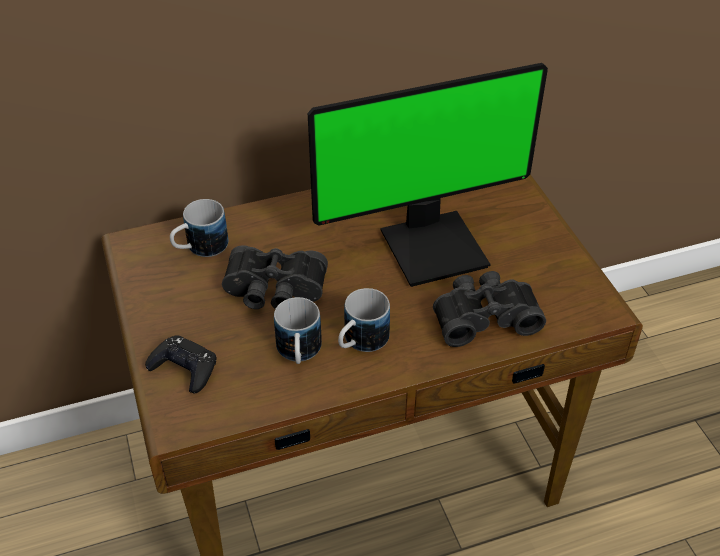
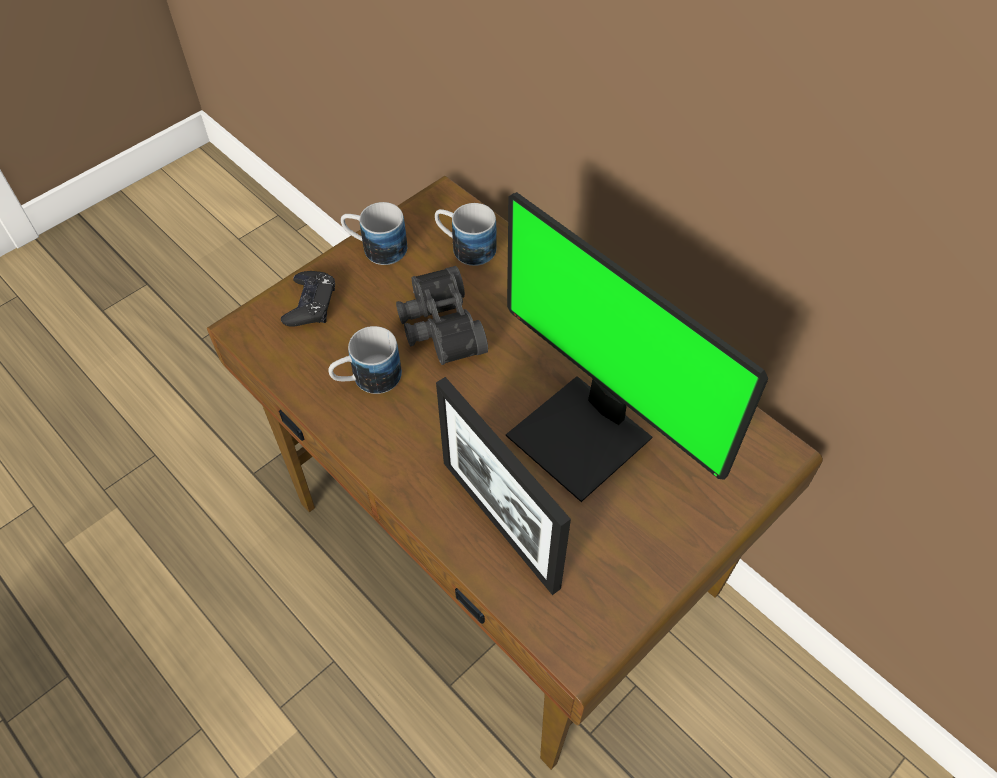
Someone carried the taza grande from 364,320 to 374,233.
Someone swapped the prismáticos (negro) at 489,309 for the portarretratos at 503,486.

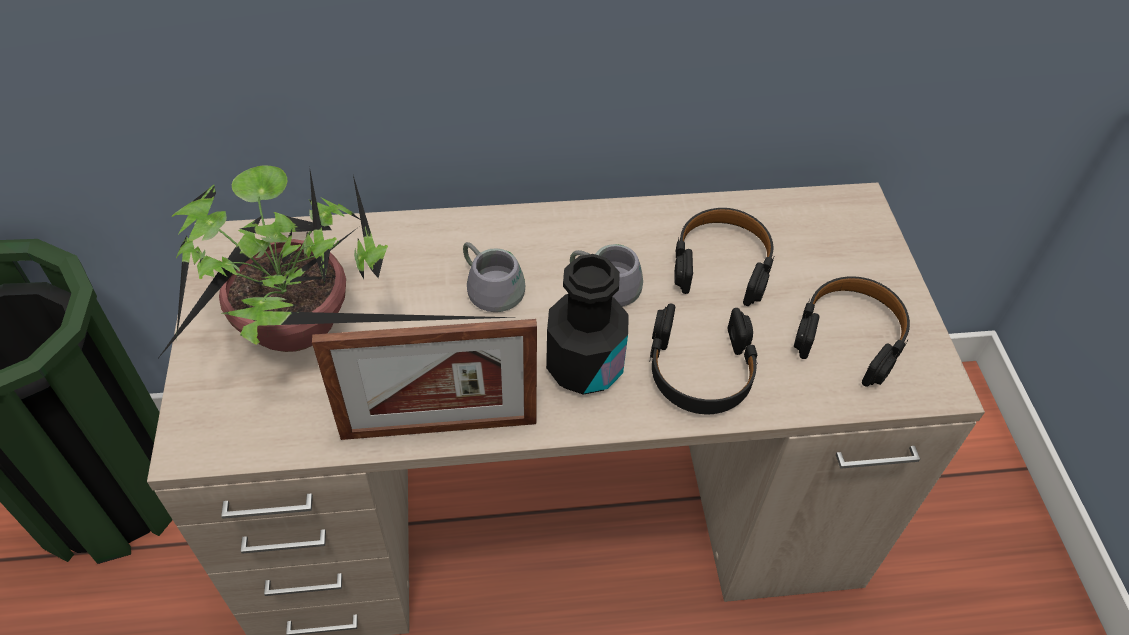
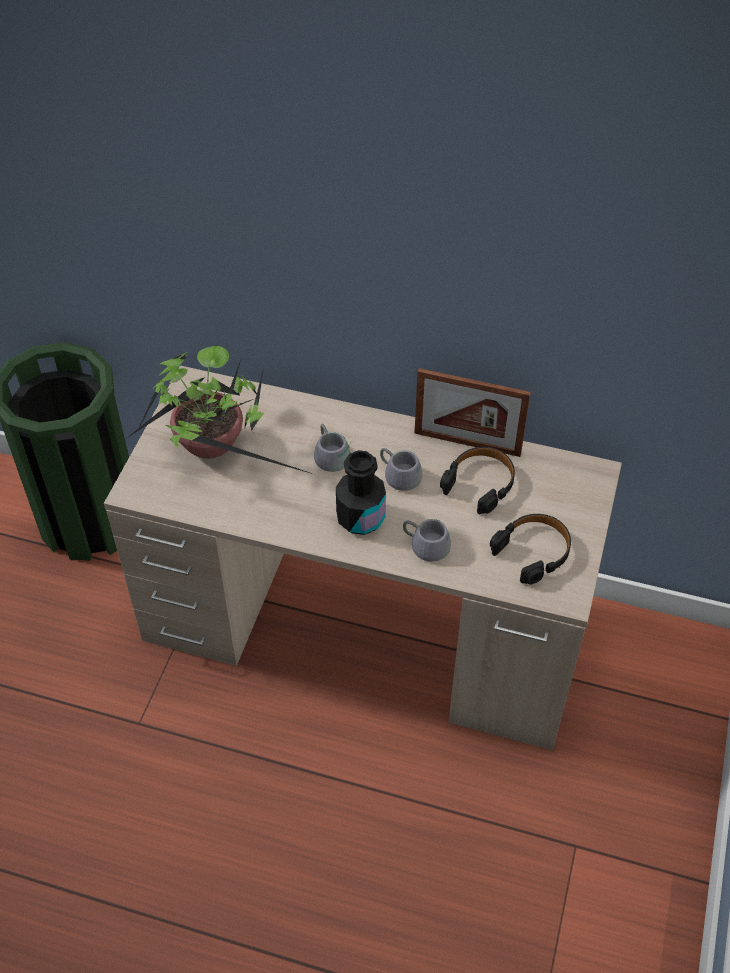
Someone carried the portarretratos from 424,379 to 473,412.
Someone swapped the auriculares (negro) at 703,358 for the taza grande (gris) at 427,540.

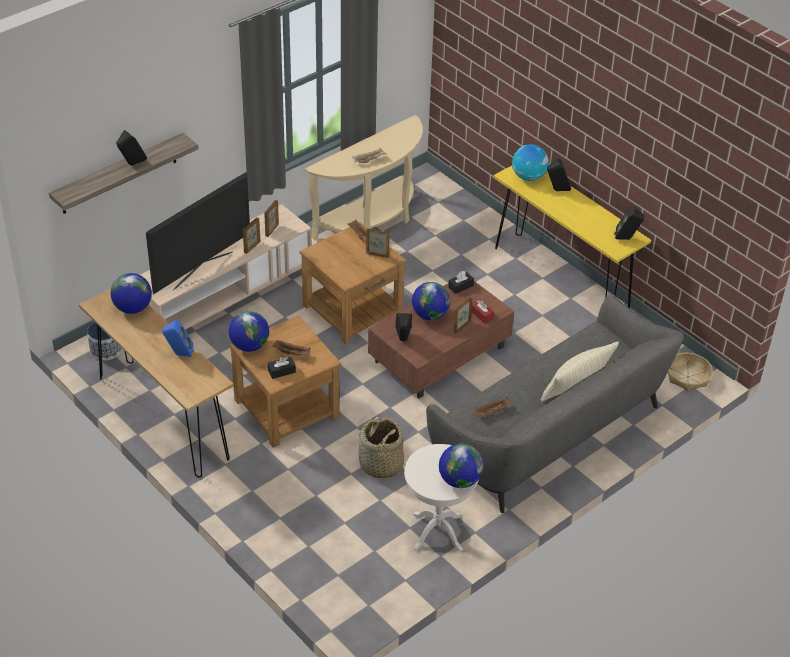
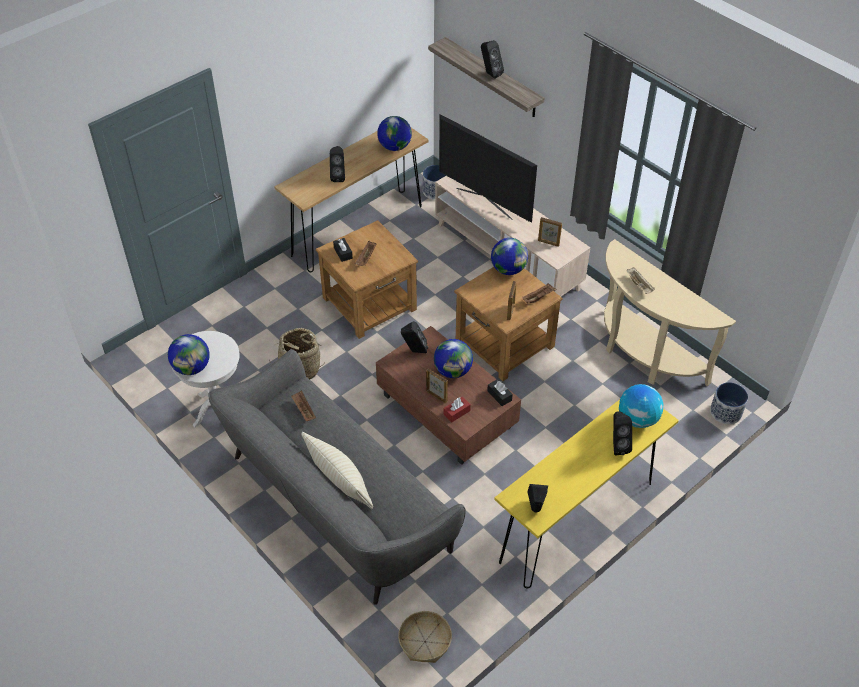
Someone repainted the altavoz (azul) at 178,338, which became the altavoz (negro) at 337,164.
Someone carried the globo terráqueo from 249,331 to 509,256.
Someone took away the portarretratos at 251,235.
Someone put down the maceta at 729,403.

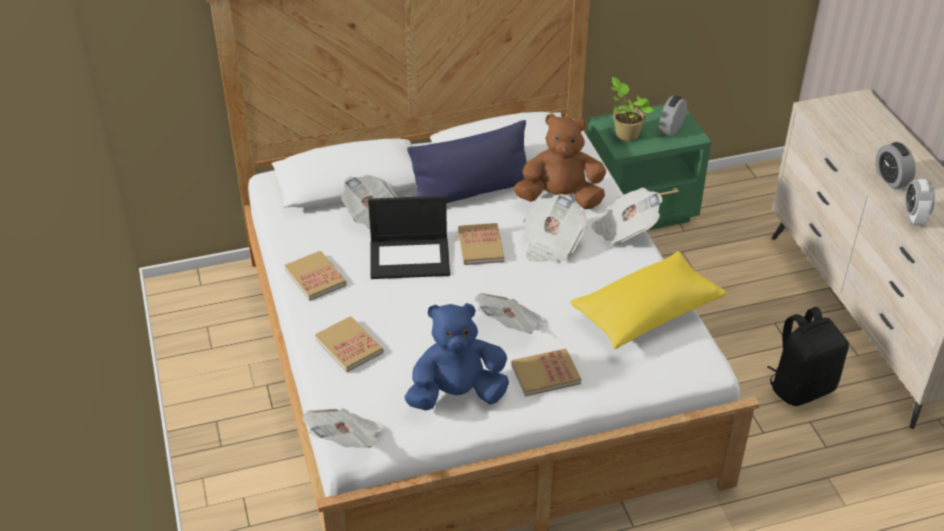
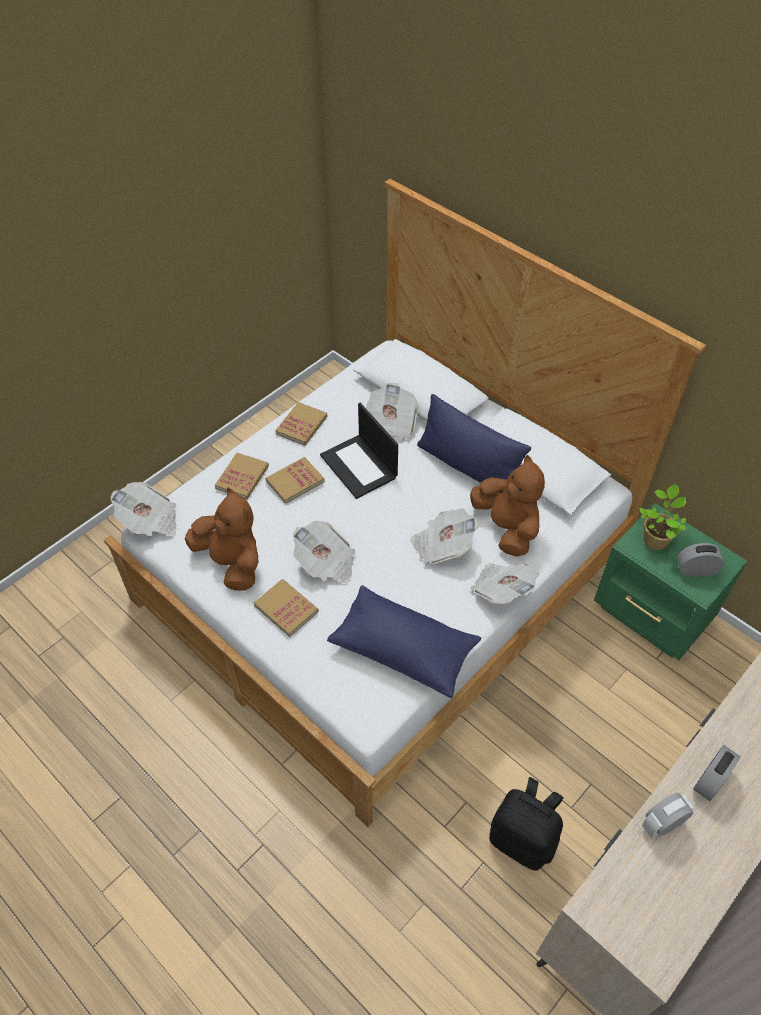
Someone repainted the peluche (azul) at 456,356, which became the peluche (marrón) at 221,539.
Someone carried the libro from 481,244 to 295,480.
Someone repainted the cojín (amarillo) at 648,300, which became the cojín (azul) at 404,641.

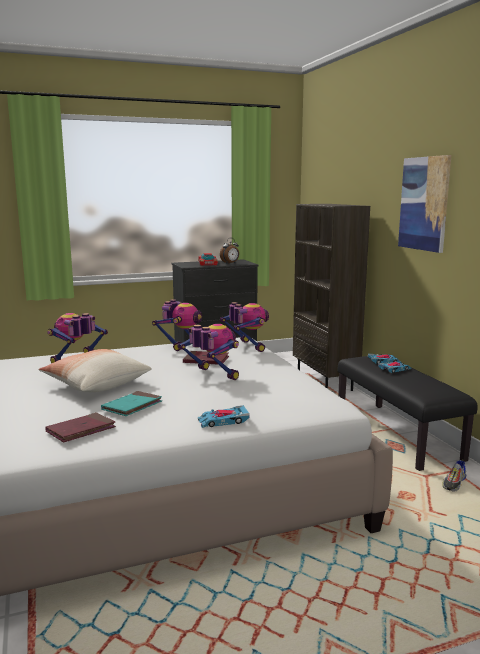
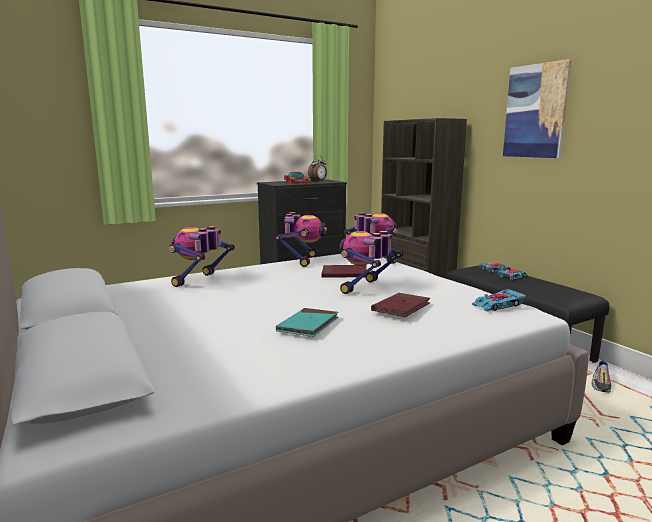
Someone took away the cojín at 95,370.
Someone carried the libro (rojo) from 80,427 to 400,305.
Someone rotated the robot de juguete at 208,352 by 90 degrees counterclockwise.
Someone carried the coche de juguete from 224,416 to 499,300.

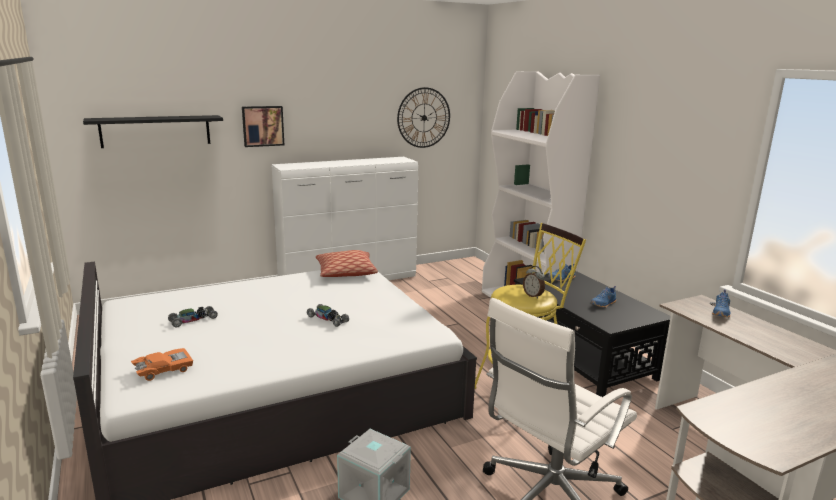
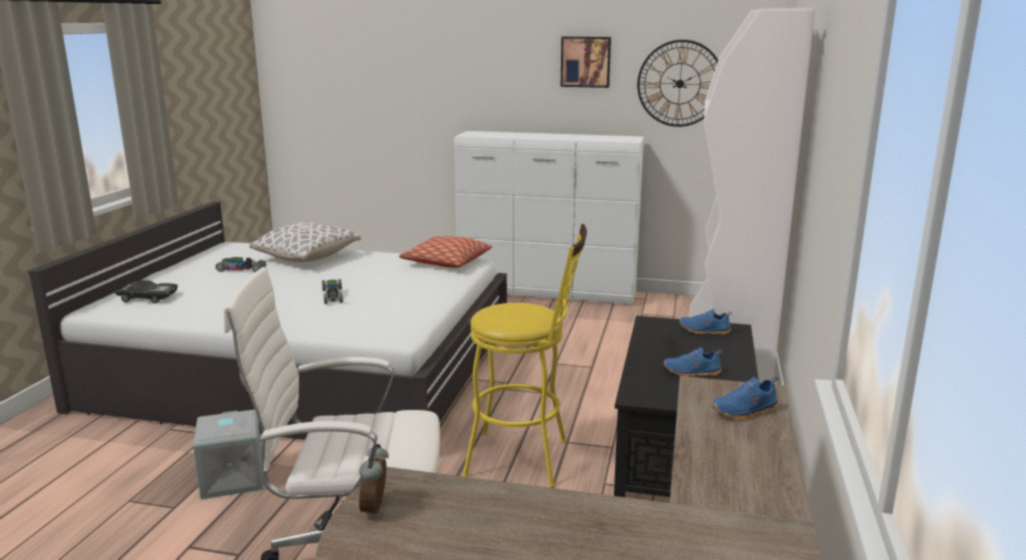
Someone took away the estante (negro) at 153,131.
Someone repainted the coche de juguete (naranja) at 162,364, which became the coche de juguete (negro) at 146,291.
Someone carried the cuadro from 263,126 to 586,62.
Someone carried the despertador from 534,282 to 374,481.
Someone put down the cojín at 305,242.

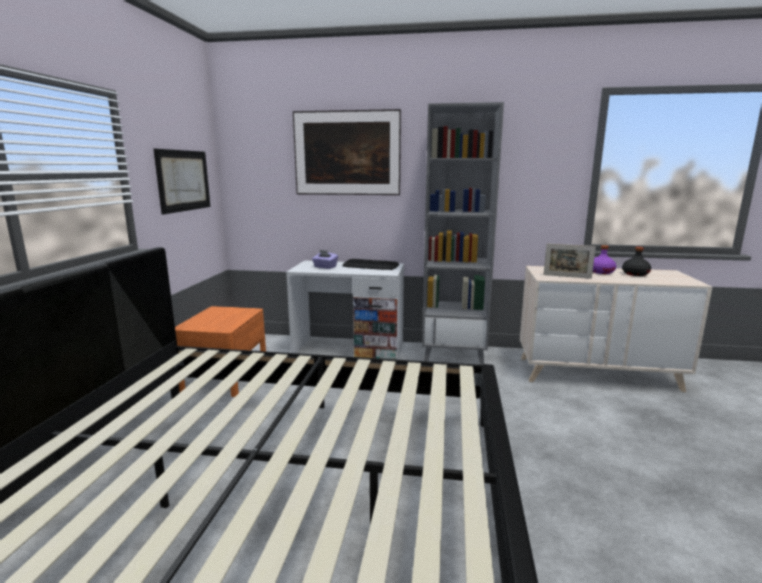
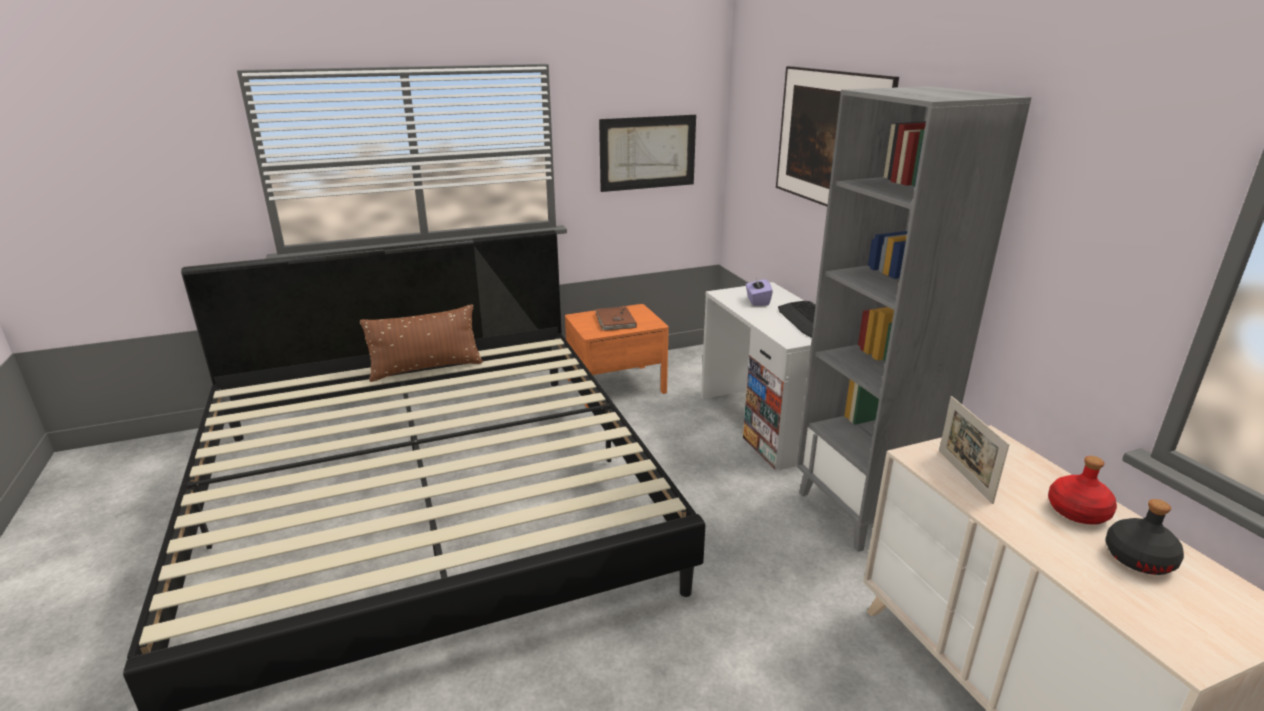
Someone repainted the botella (morado) at 604,259, which became the botella (rojo) at 1082,490.
Someone put down the cojín (marrón) at 421,343.
Someone put down the libro (marrón) at 616,318.

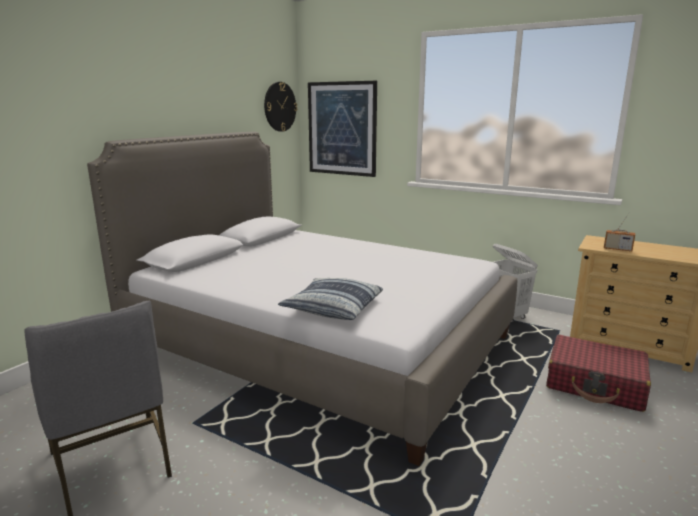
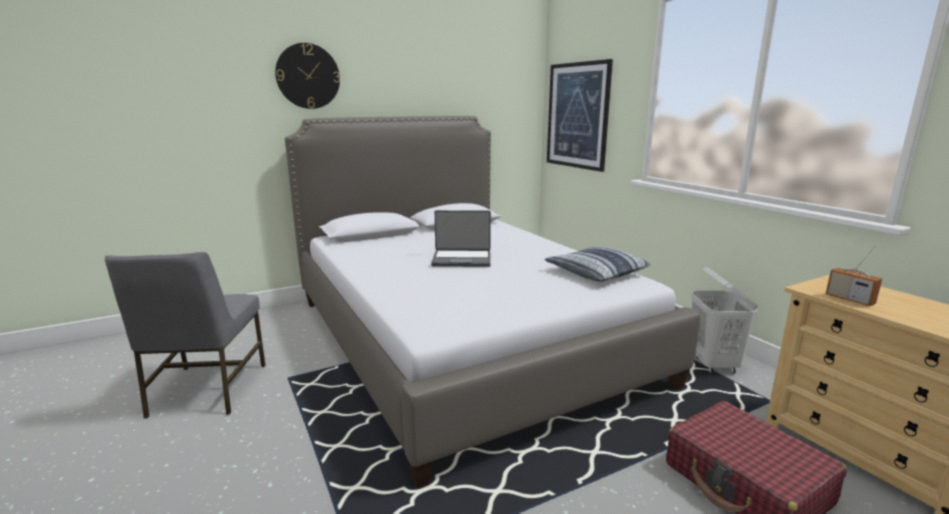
Someone carried the reloj de pared from 280,107 to 307,76.
Someone carried the cojín from 330,299 to 597,264.
Someone put down the portátil at 461,238.

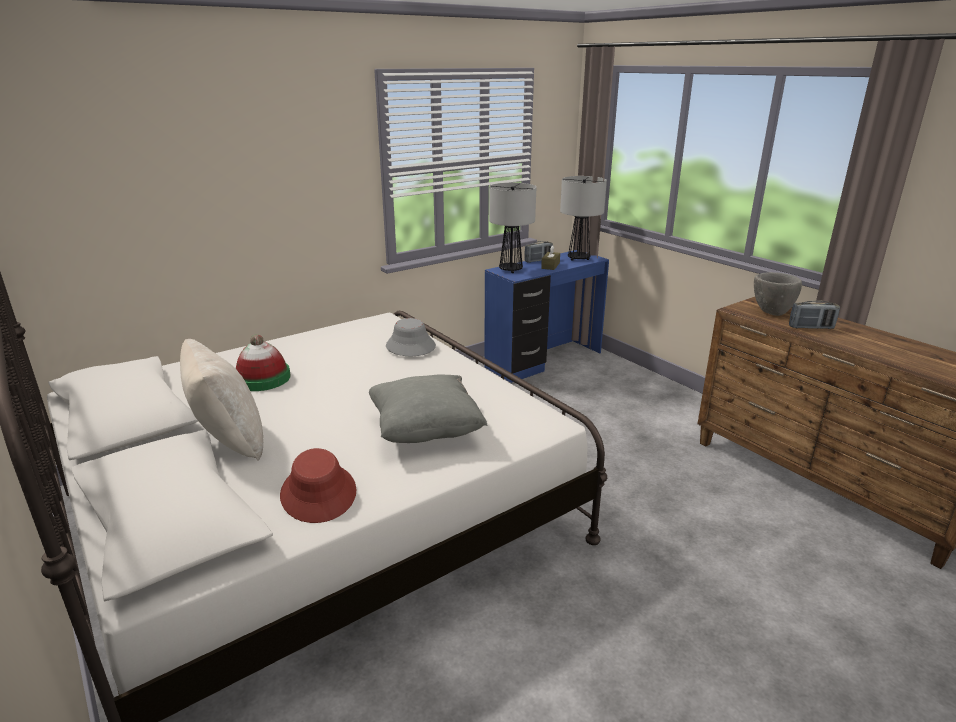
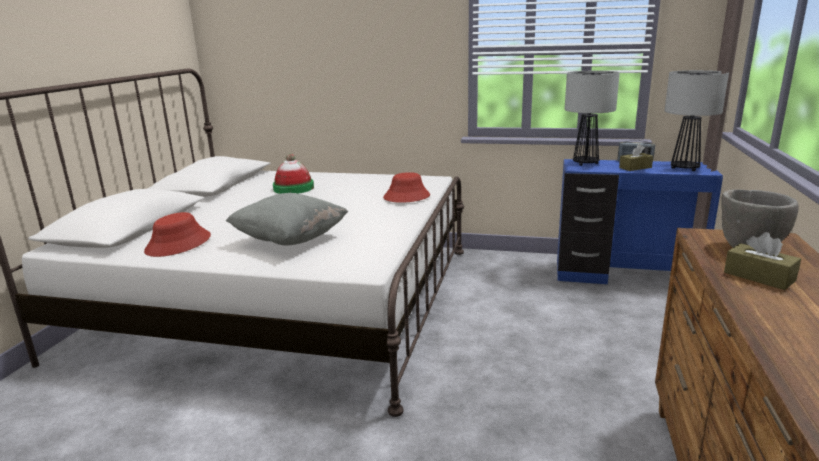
Someone took away the cojín (beis) at 221,400.
Someone repainted the sombrero (gris) at 411,337, which became the sombrero (rojo) at 406,187.
Someone swapped the radio at 814,315 for the caja de pañuelos (marrón) at 762,261.

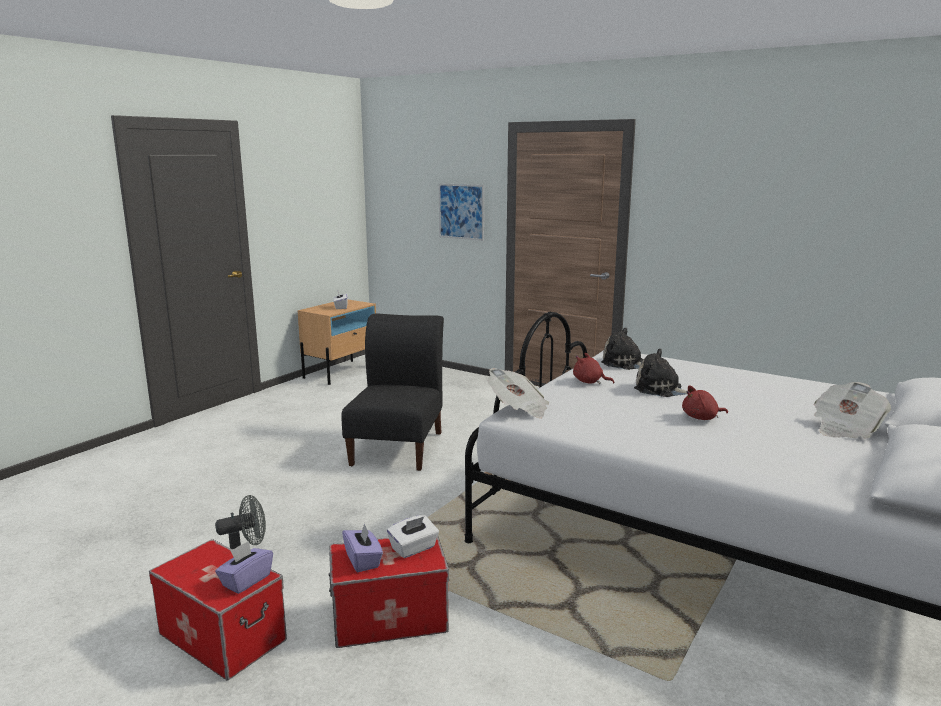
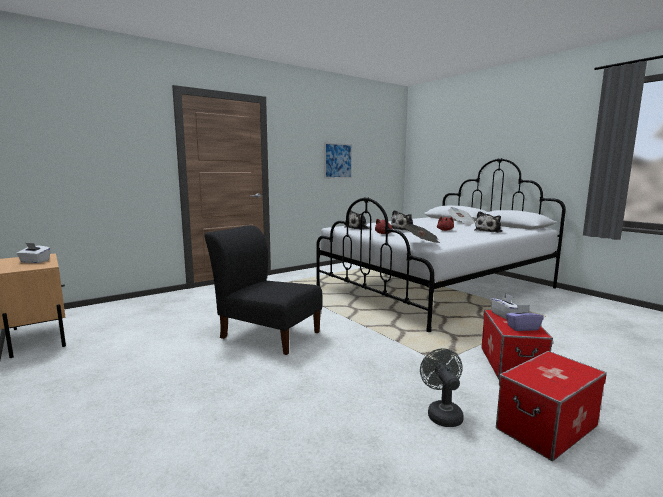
Someone took away the caja de pañuelos (morado) at 244,567.
Someone carried the cuadro from 461,212 to 338,160.
Someone put down the peluche at 488,222.

